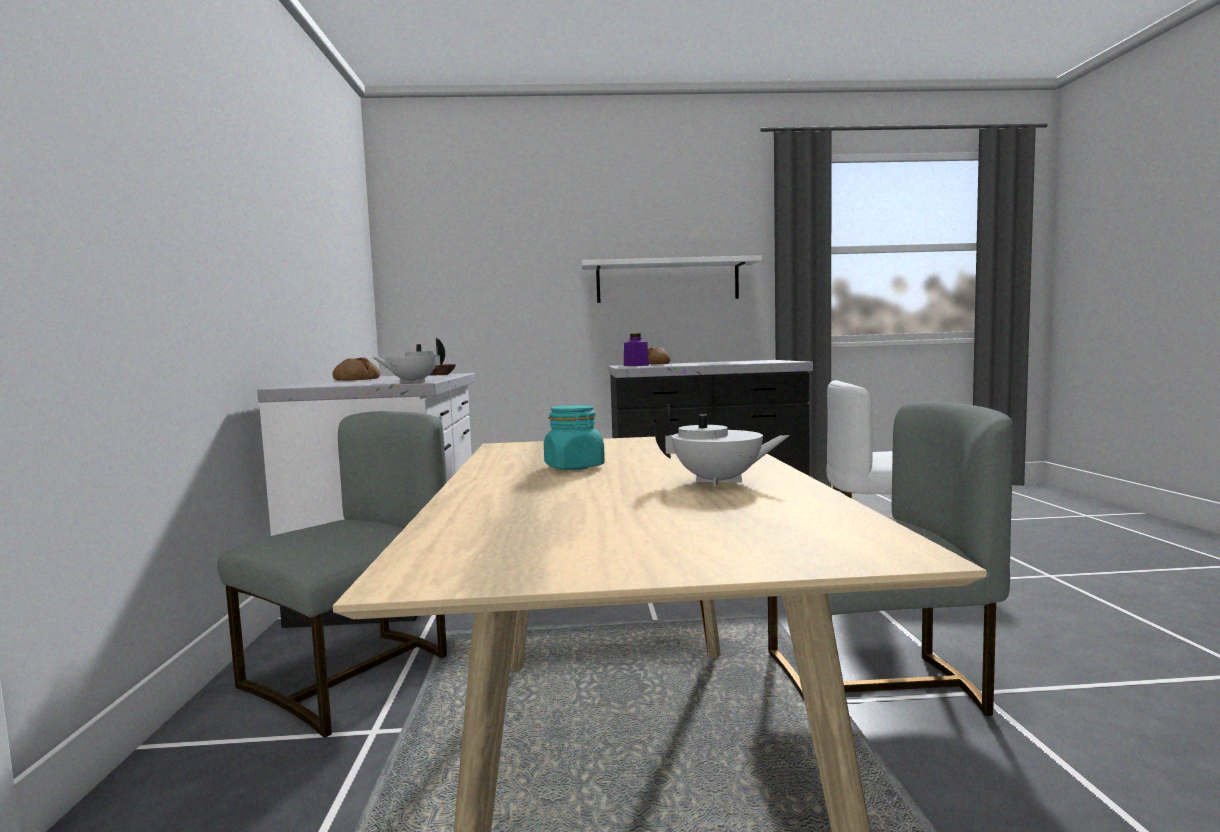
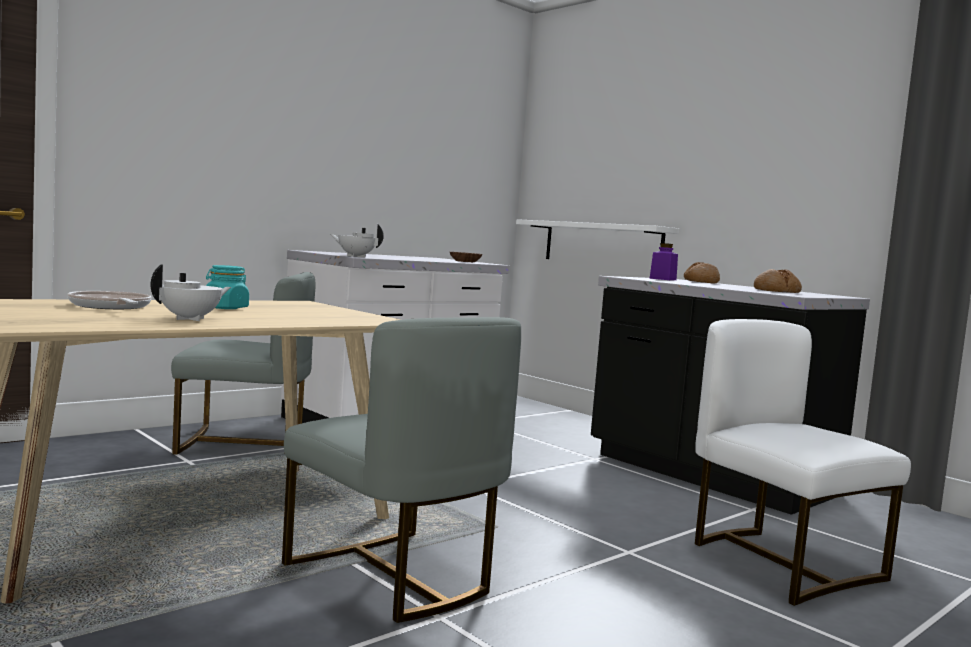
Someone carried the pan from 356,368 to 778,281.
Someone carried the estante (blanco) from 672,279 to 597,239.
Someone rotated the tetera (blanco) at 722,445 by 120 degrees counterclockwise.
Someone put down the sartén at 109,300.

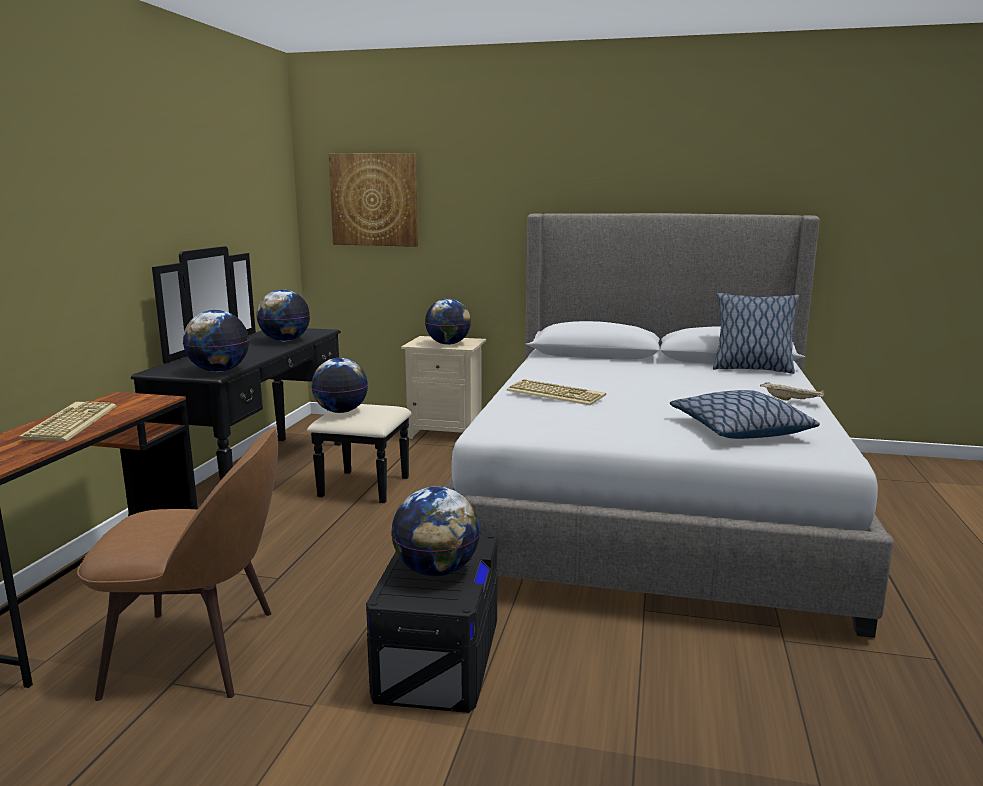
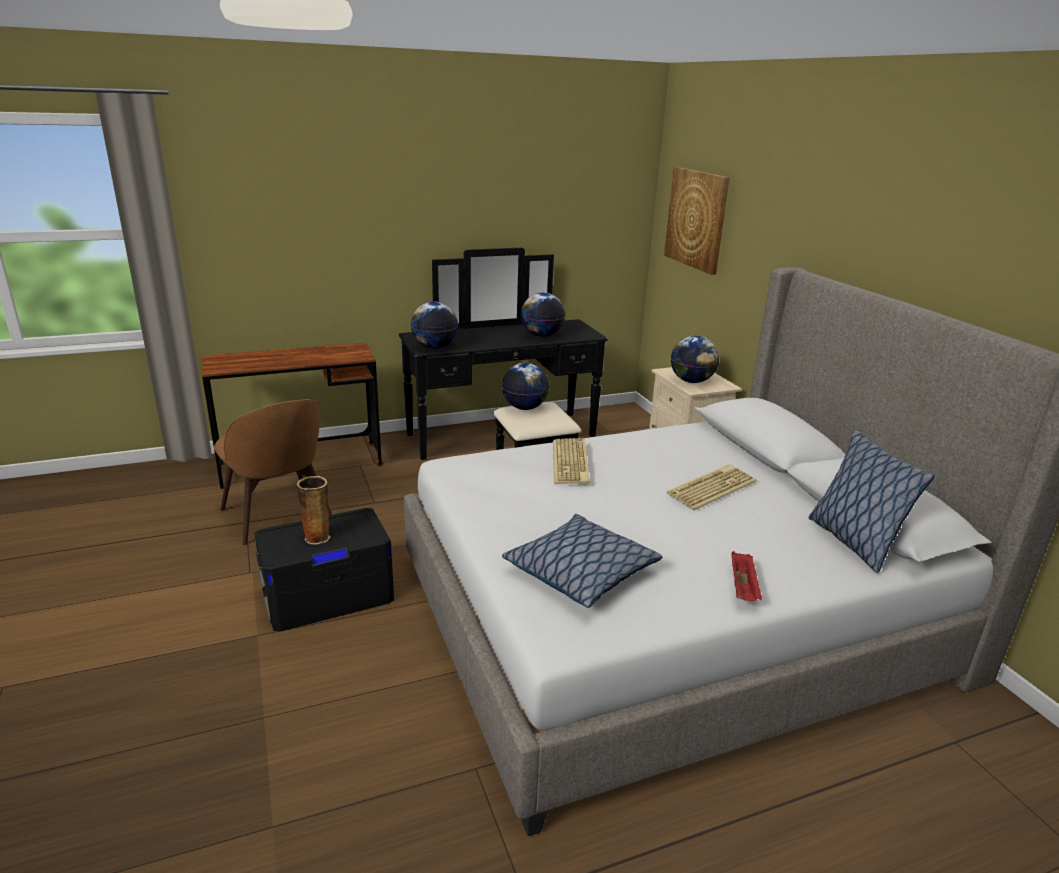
Someone carried the teclado from 67,421 to 711,487.
Someone swapped the globo terráqueo at 435,531 for the florero at 313,510.
Someone repainted the bandeja (beis) at 792,391, which became the bandeja (rojo) at 747,576.

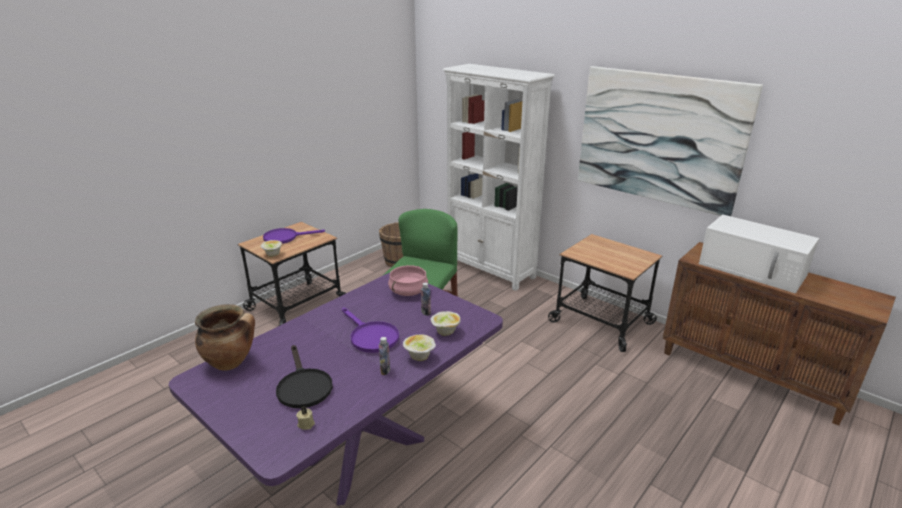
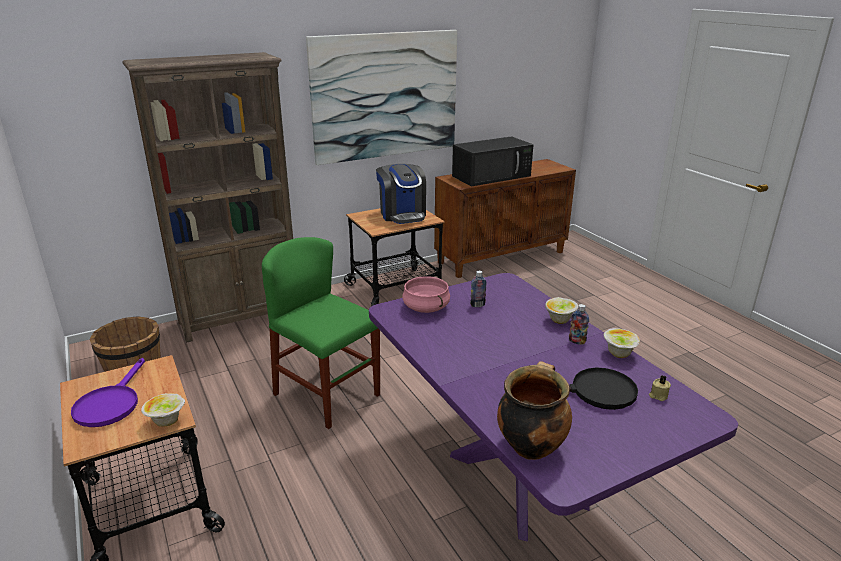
Someone took away the sartén (morado) at 370,330.
Someone carried the cuenco from 445,323 to 621,343.
Someone repainted the estantería (blanco) at 499,177, which became the estantería (marrón) at 207,197.
Someone repainted the microondas (blanco) at 759,253, which became the microondas (negro) at 493,161.
Someone put down the cafetera at 401,194.

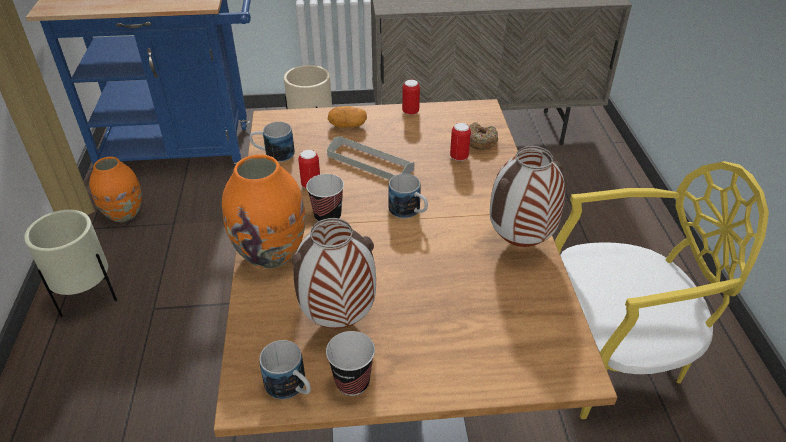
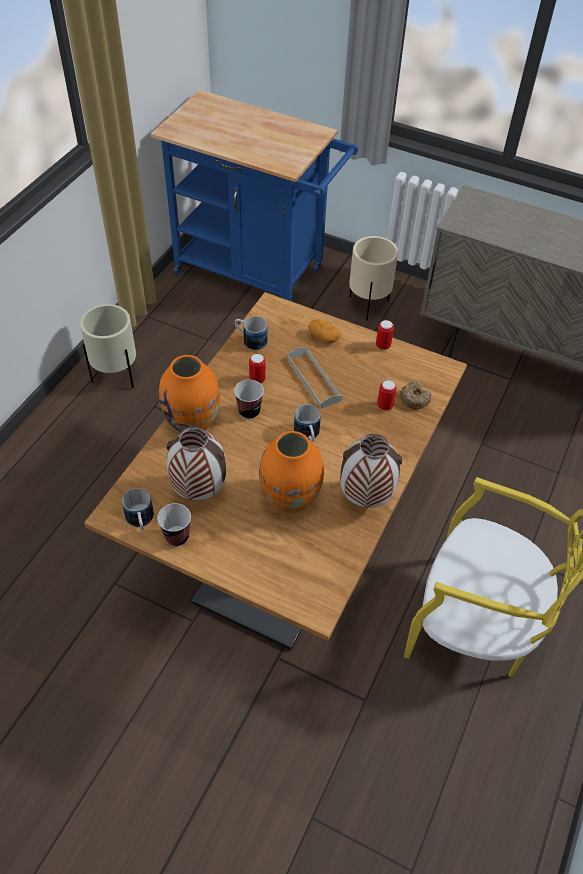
Someone carried the florero (naranja) from 115,189 to 291,472.

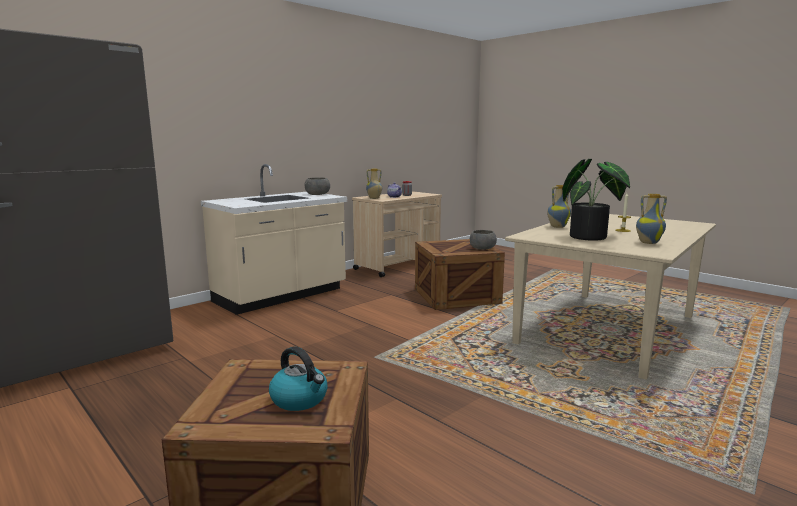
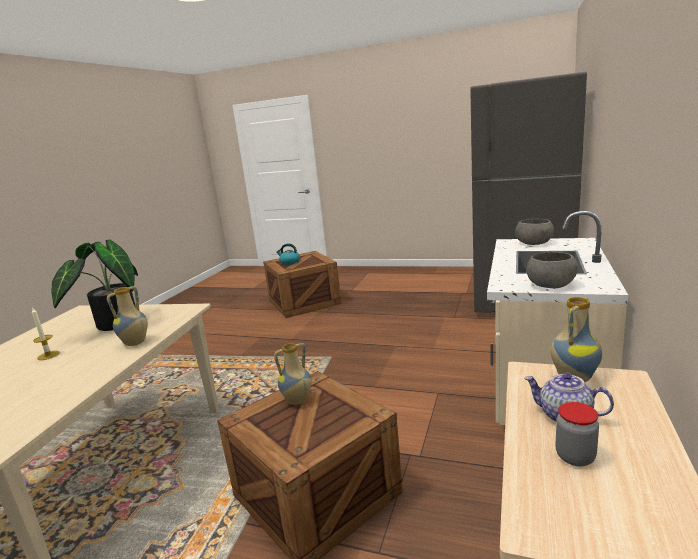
Someone carried the cuenco (gris) from 483,240 to 534,232.
Someone carried the florero from 651,219 to 292,374.

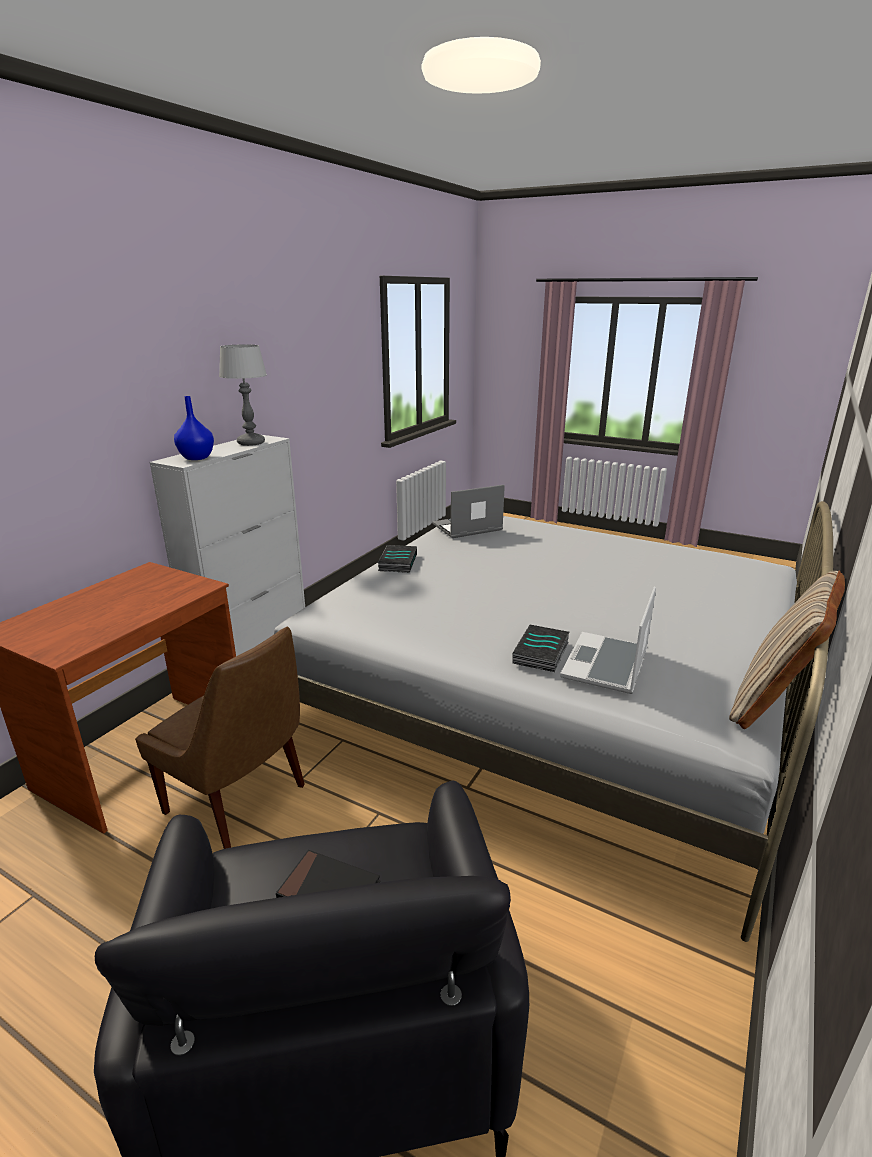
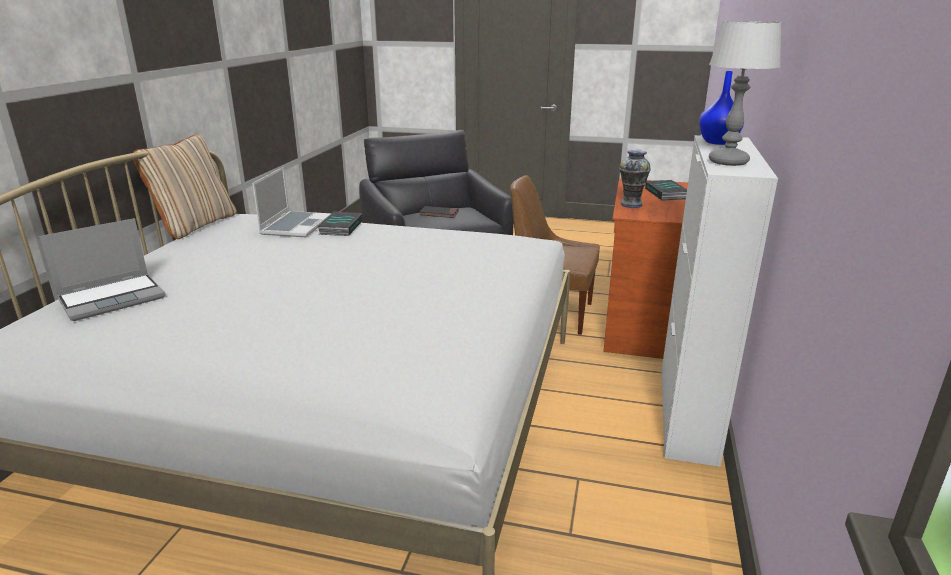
Someone carried the libro from 397,559 to 666,190.
Someone carried the portátil from 468,511 to 102,269.
Someone put down the florero at 635,178.

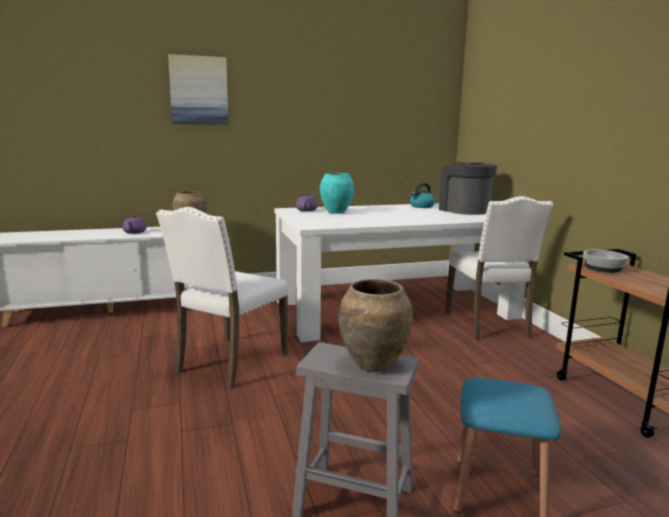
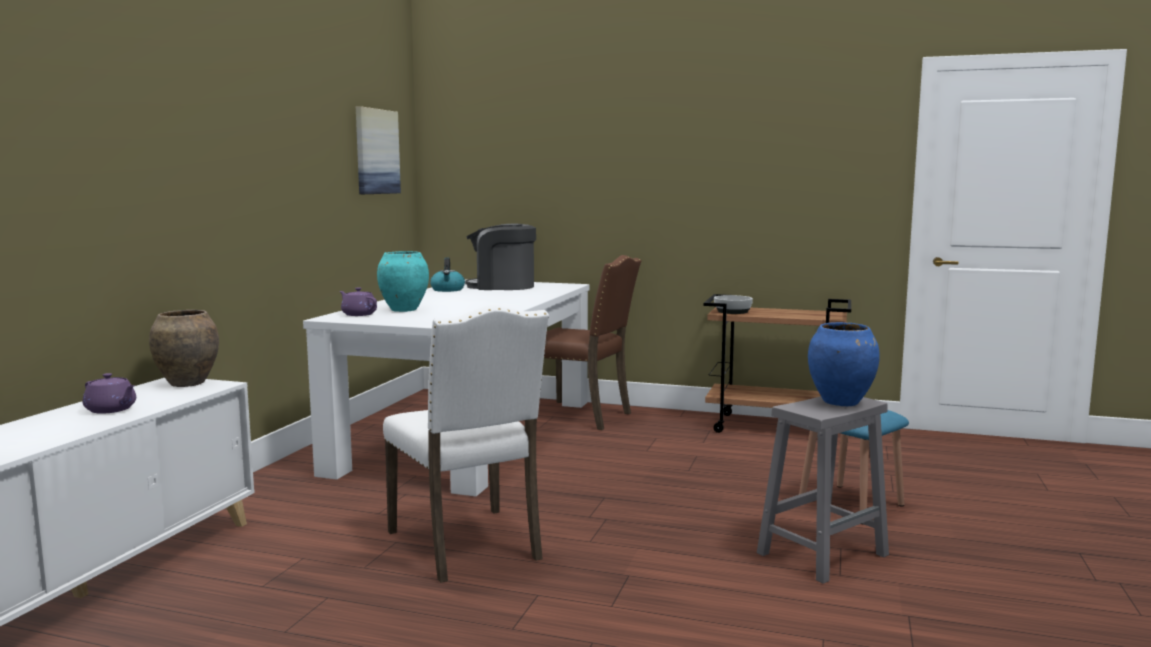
Someone carried the cuadro from 198,89 to 378,150.
Someone repainted the florero (marrón) at 375,325, which became the florero (azul) at 844,364.
Someone repainted the silla (blanco) at 499,268, which became the silla (marrón) at 582,342.

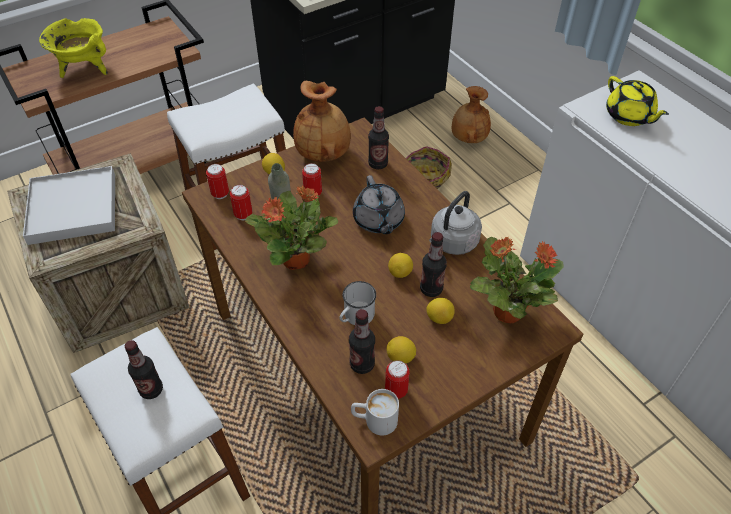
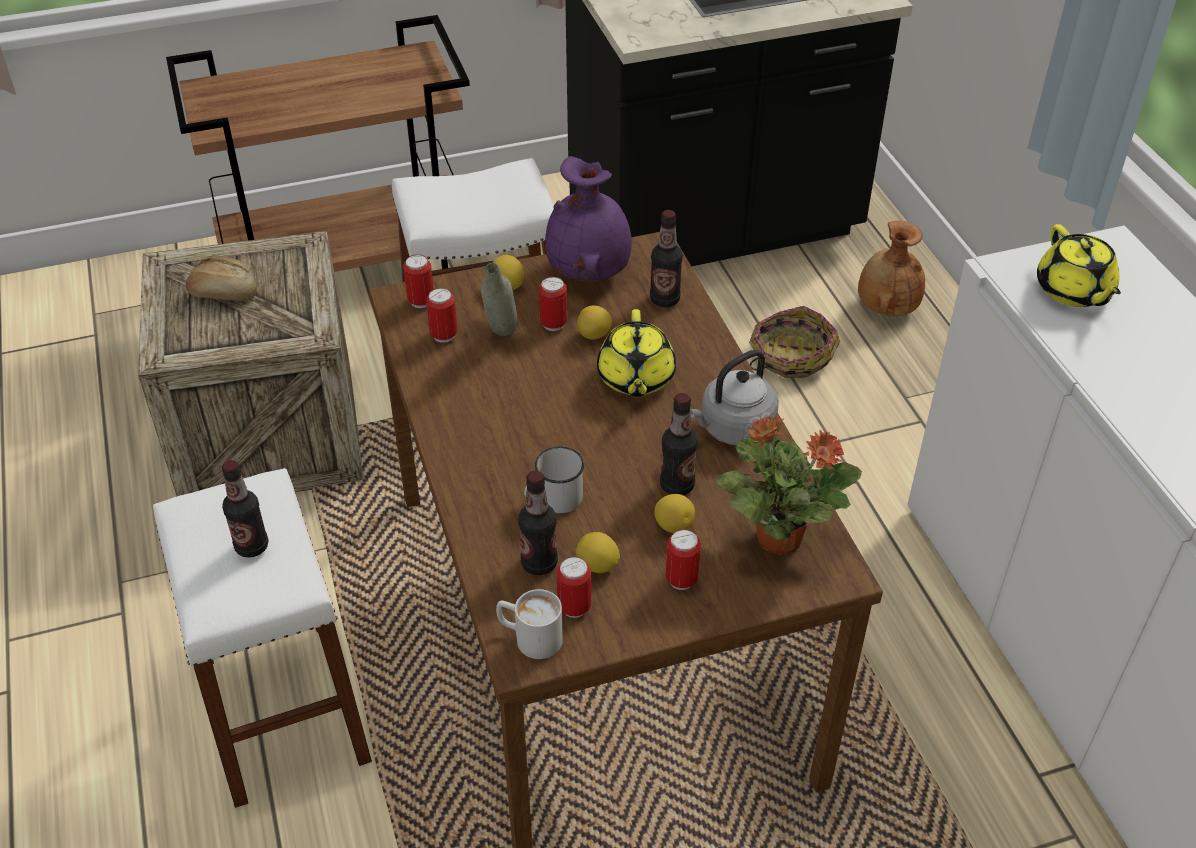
Someone swapped the bandeja (blanco) at 69,205 for the pan at 221,278.
Someone took away the olla (amarillo) at 73,48.
Someone took away the planta en maceta at 291,228.
Someone repainted the florero (marrón) at 322,121, which became the florero (morado) at 588,218.
Someone repainted the tetera (gris) at 379,204, which became the tetera (amarillo) at 636,353.
Someone carried the limón from 400,265 to 594,322.
Someone put down the lata at 683,559.

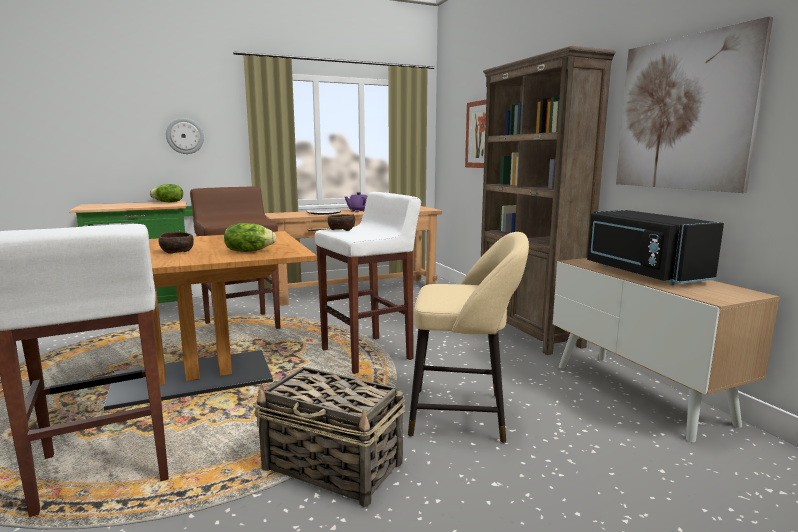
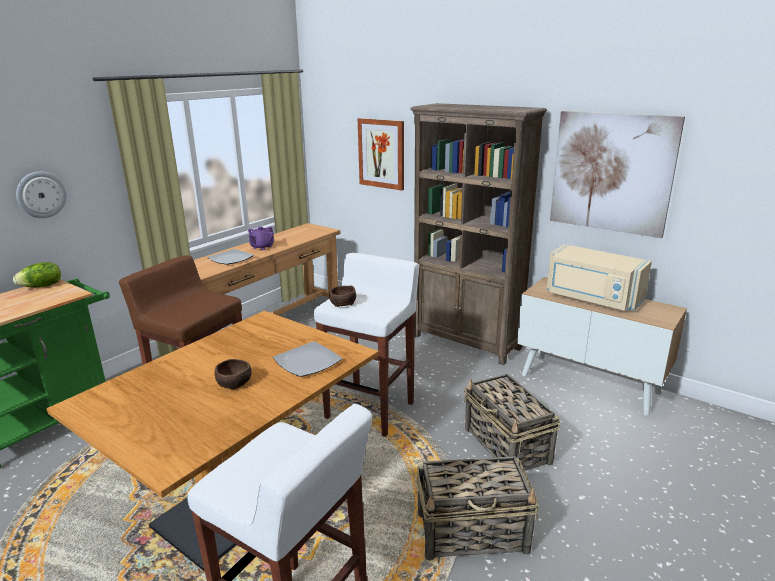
Someone swapped the lechuga at 250,237 for the plato at 307,359.
Someone swapped the taburete (beis) at 468,337 for the cesta at 512,423.
Someone repainted the microondas (negro) at 655,247, which became the microondas (beis) at 599,277.

